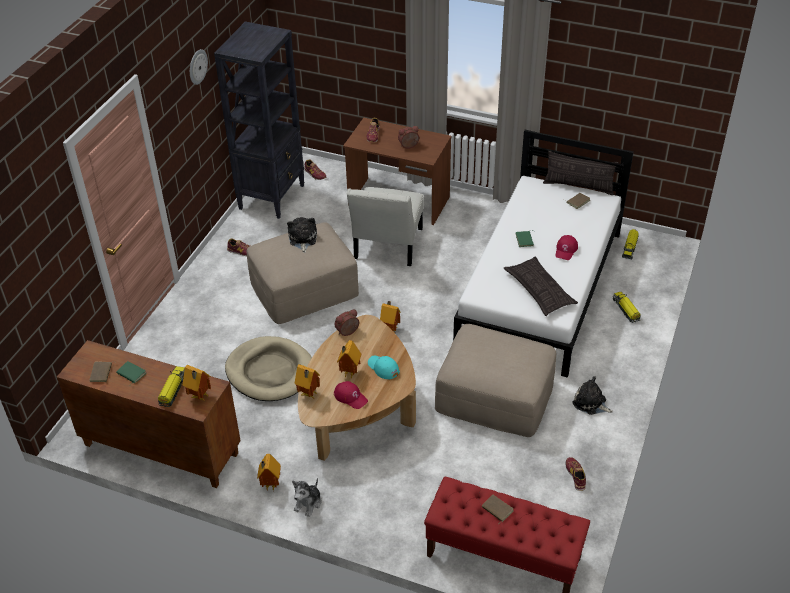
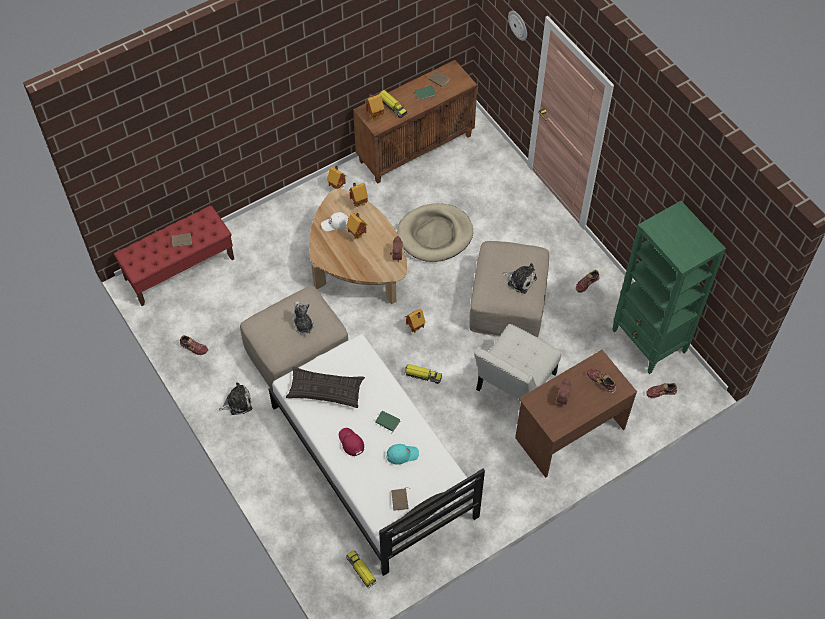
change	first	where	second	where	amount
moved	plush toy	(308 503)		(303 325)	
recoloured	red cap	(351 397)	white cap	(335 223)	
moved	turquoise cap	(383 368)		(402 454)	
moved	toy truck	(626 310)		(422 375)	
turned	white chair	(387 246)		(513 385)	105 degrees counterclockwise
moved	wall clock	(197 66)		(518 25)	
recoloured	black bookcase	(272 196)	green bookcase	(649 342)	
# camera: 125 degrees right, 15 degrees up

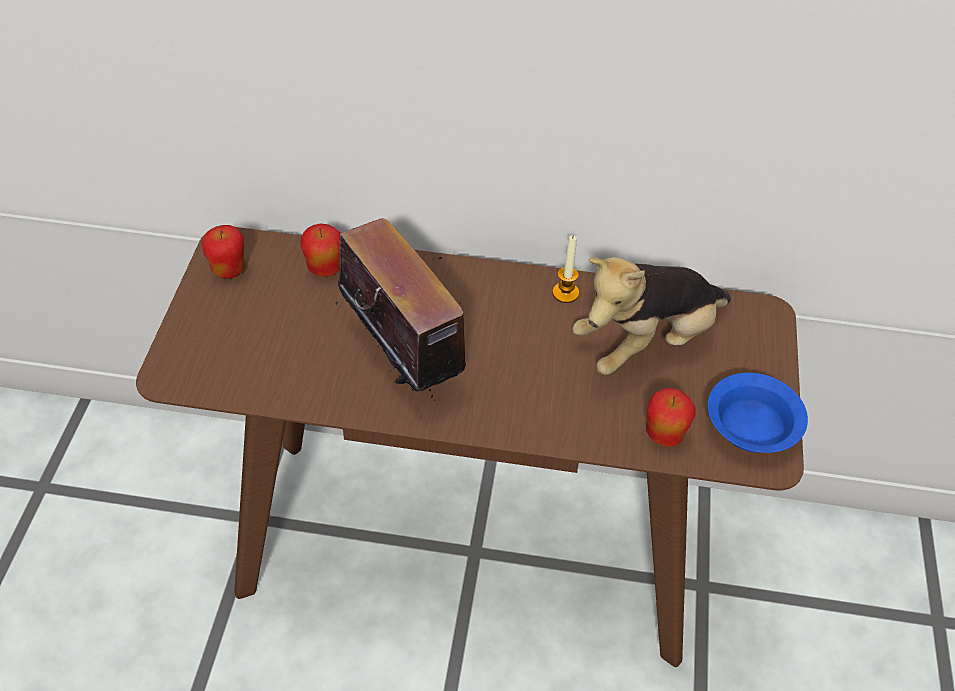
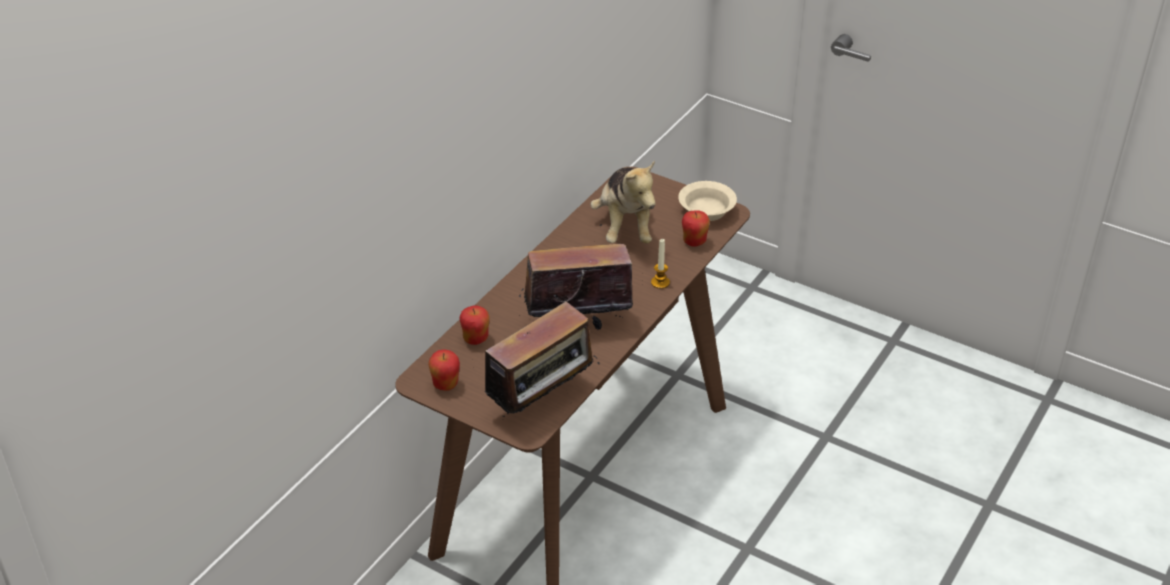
change	first	where	second	where	amount
added			radio	(542 402)	
moved	candle	(565 293)		(660 282)	
recoloured	blue bowl	(749 426)	beige bowl	(705 211)	
# camera: 65 degrees left, 10 degrees down

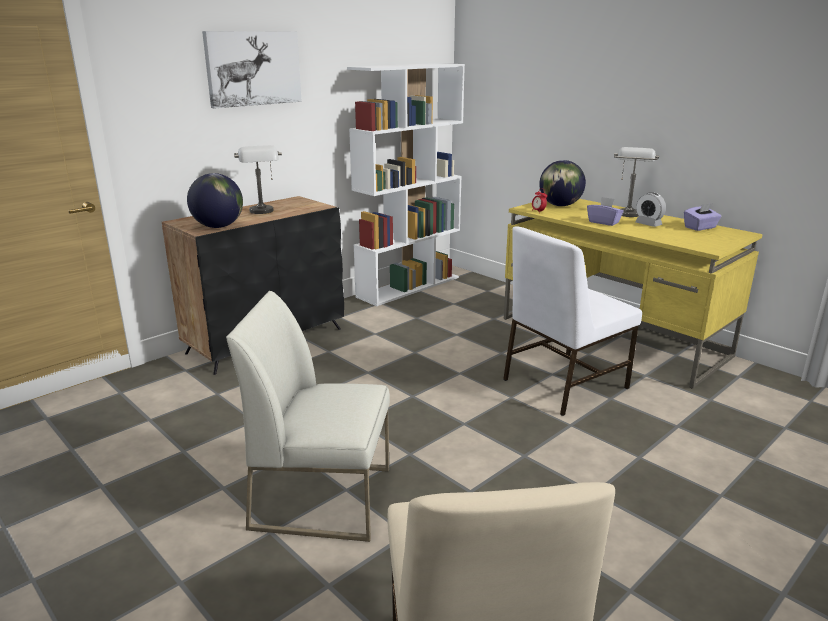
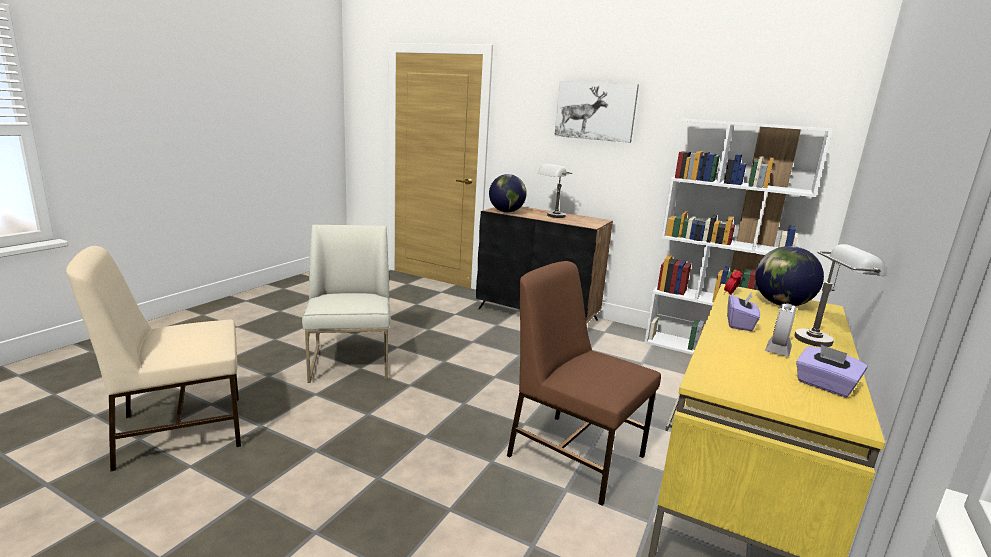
change	first	where	second	where	amount
recoloured	white chair	(562 384)	brown chair	(574 454)	
# camera: 70 degrees right, 5 degrees down

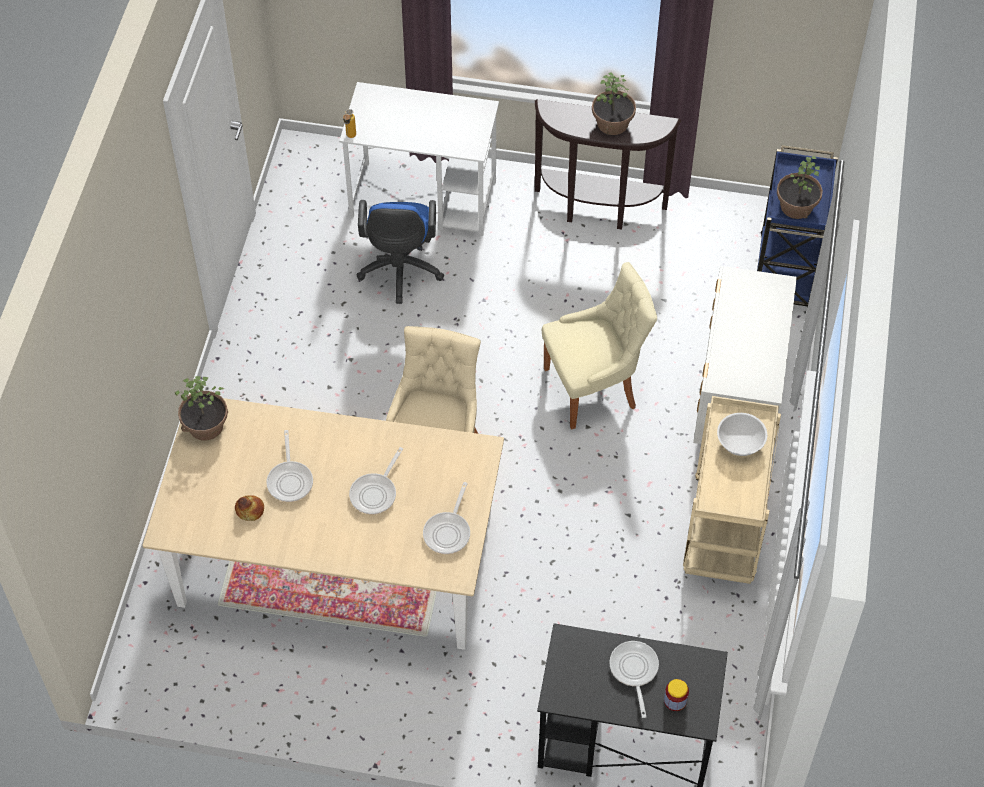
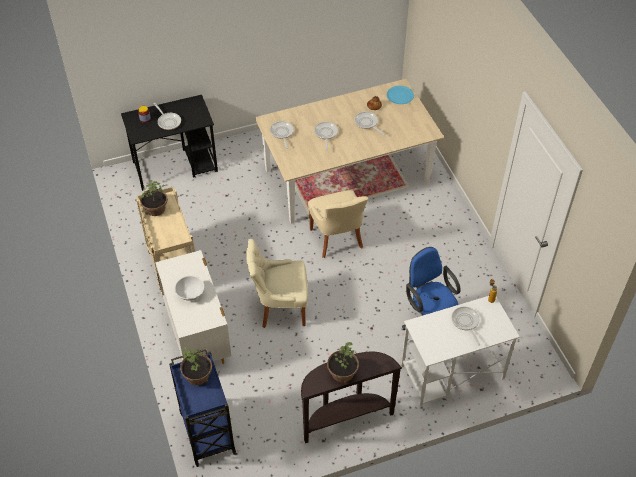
change	first	where	second	where	amount
moved	potted plant	(206 426)		(155 208)	
moved	white bowl	(740 443)		(190 293)	
turned	beige chair	(593 388)		(280 308)	45 degrees clockwise
added			blue plate	(400 95)	
added			frying pan	(465 322)	
# camera: 150 degrees right, 5 degrees down

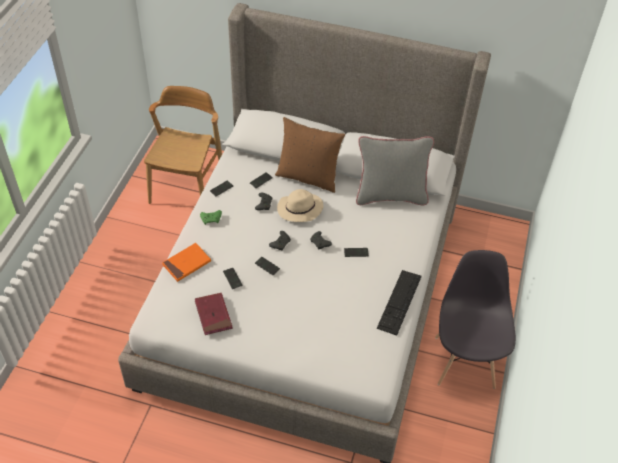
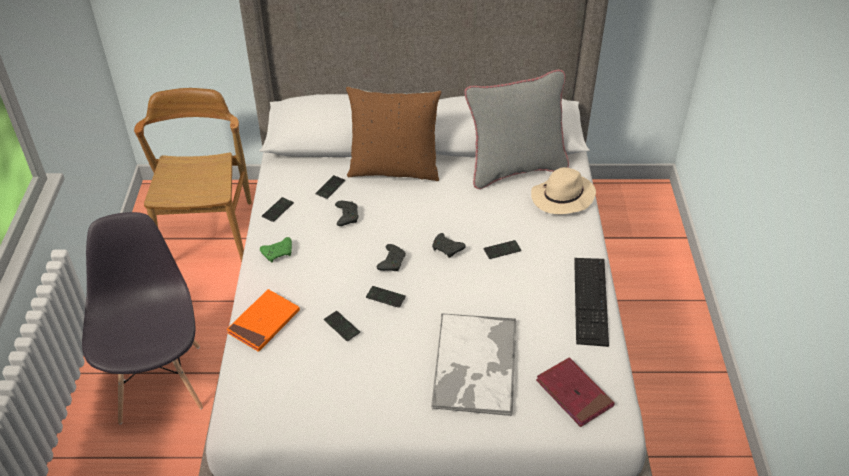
change	first	where	second	where	amount
moved	grey chair	(465 361)		(160 382)	
added			tray	(475 365)	
moved	beige hat	(299 209)		(562 198)	
moved	red book	(213 315)		(574 394)	
# camera: 15 degrees left, 5 degrees down

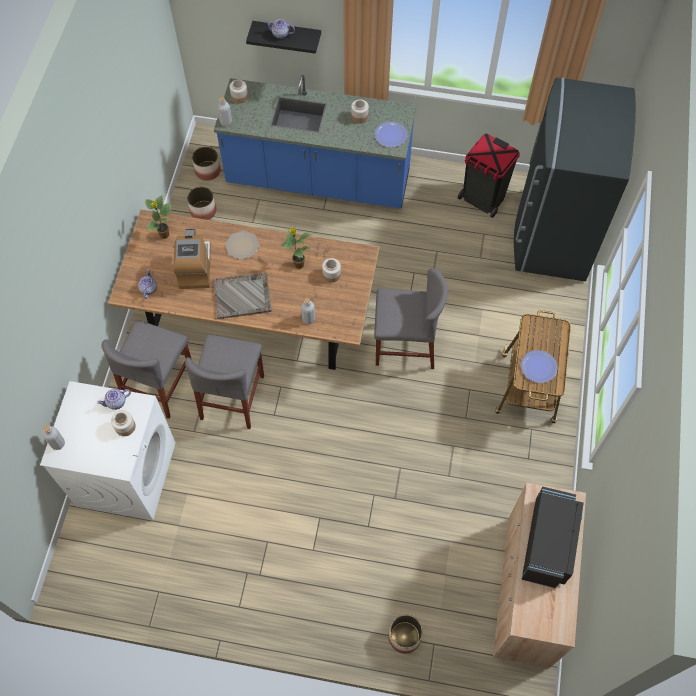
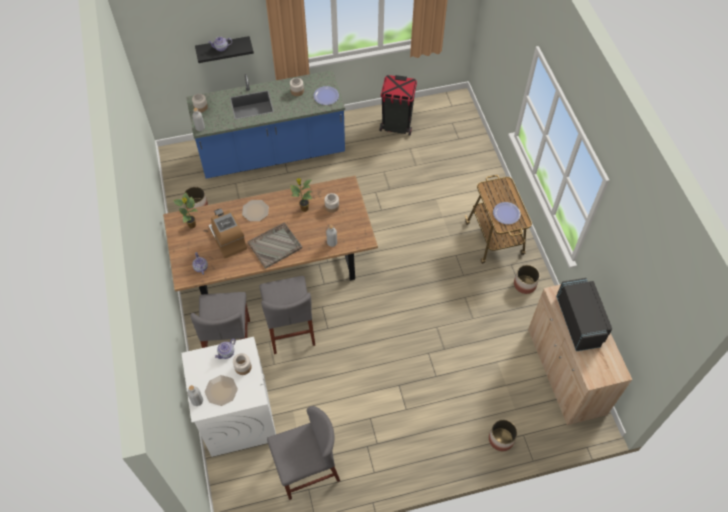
change	first	where	second	where	amount
added			plate	(221 391)	
moved	grey chair	(405 345)		(307 469)	
moved	planter	(207 171)		(525 284)	
removed	grey fridge	(551 235)			
# camera: 25 degrees left, 5 degrees down

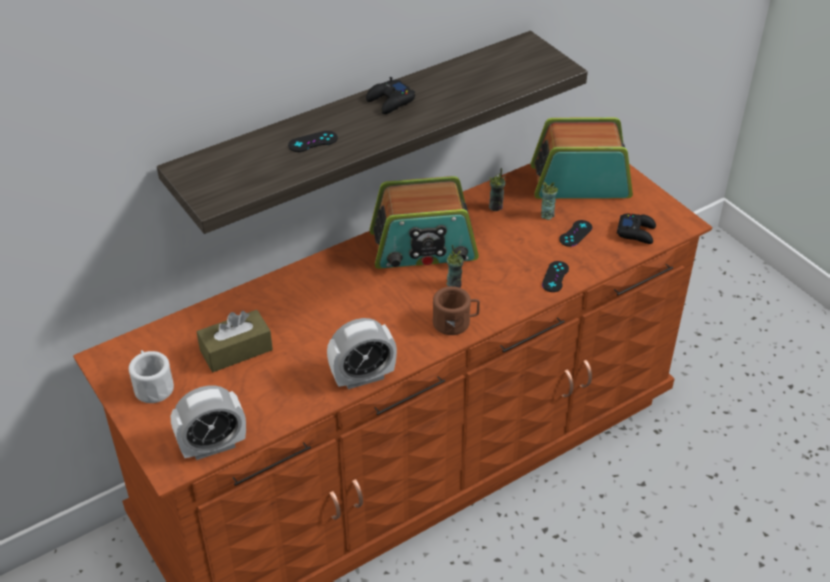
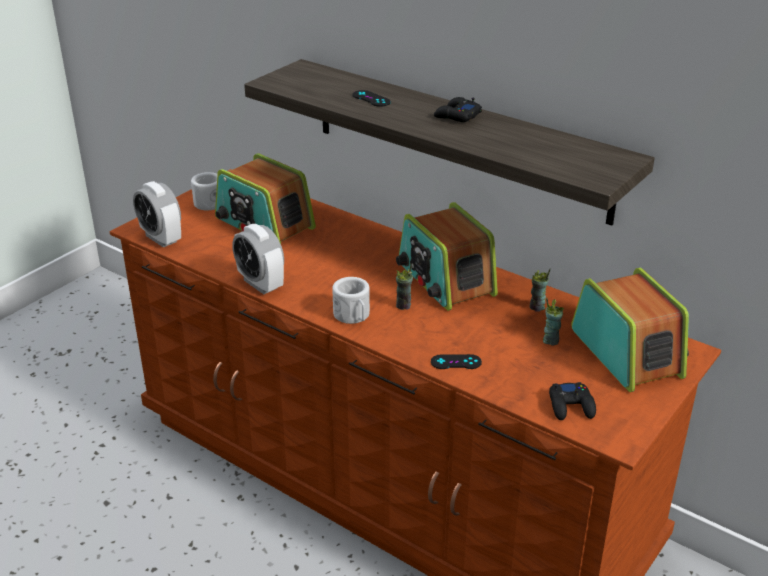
change	first	where	second	where	amount
replaced	brown tissue box	(236 350)	radio	(264 224)	
recoloured	brown mug	(455 322)	white mug	(353 316)	
removed	black game controller	(575 233)			
# camera: 70 degrees right, 10 degrees down

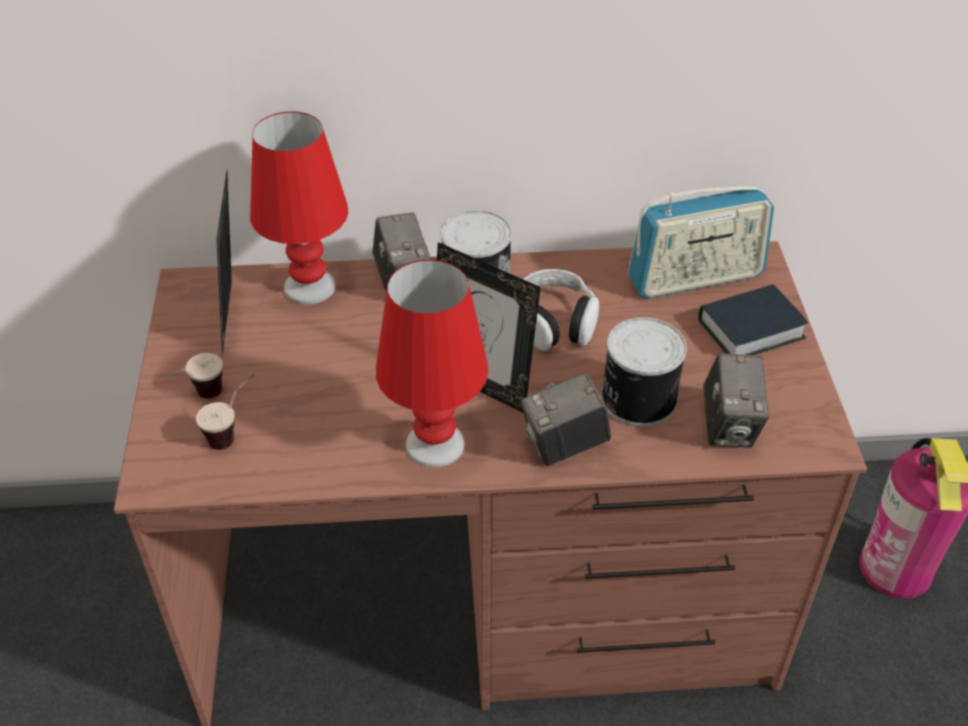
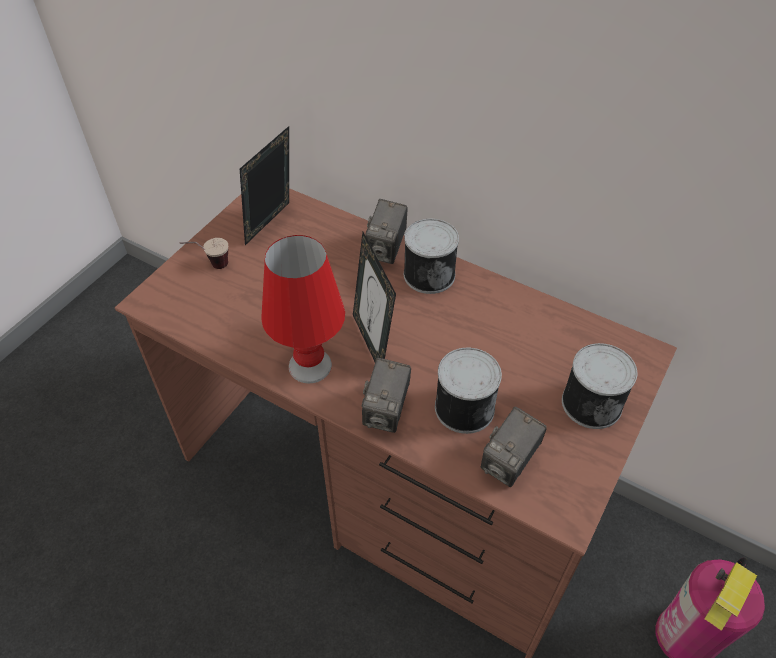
change	first	where	second	where	amount
turned	photo camera	(564 445)		(386 412)	90 degrees counterclockwise
replaced	book	(750 329)	can	(591 402)	
removed	cup	(234 433)			
removed	red table lamp	(310 287)			
removed	headphones	(555 322)			
removed	radio	(695 278)			
# camera: 35 degrees right, 5 degrees up

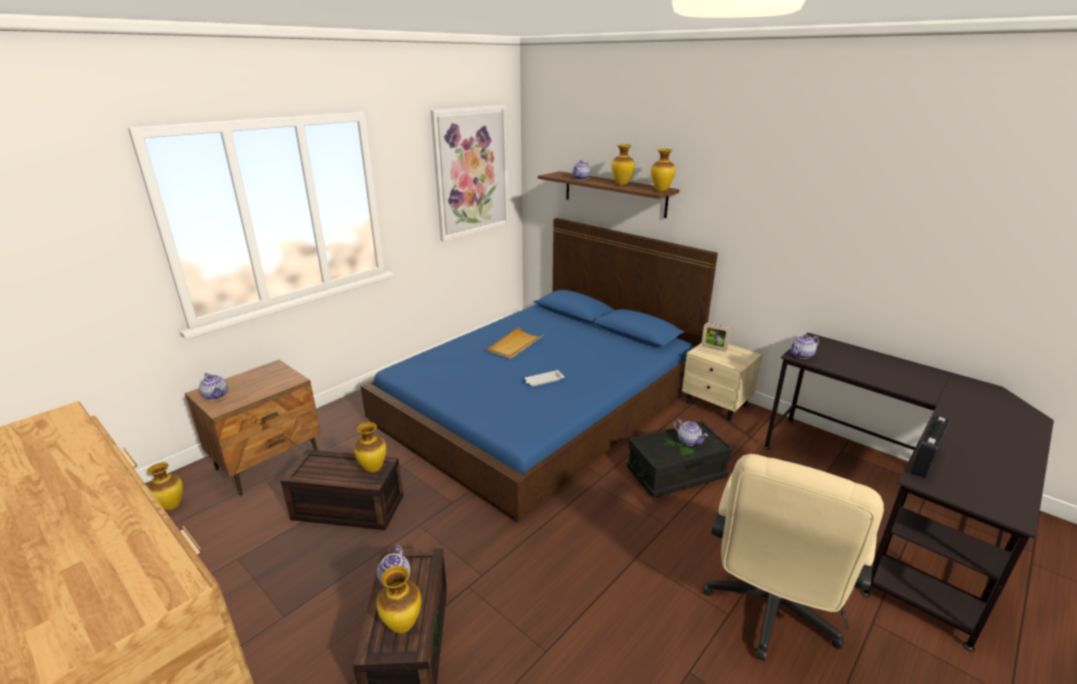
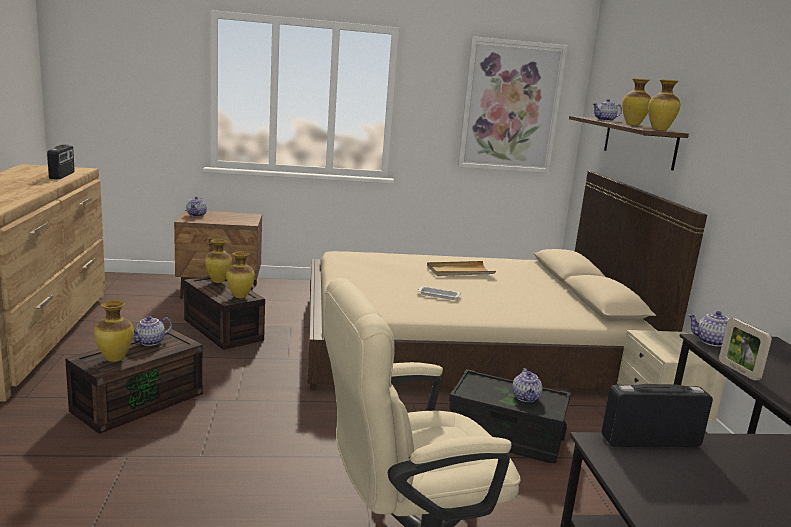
change	first	where	second	where	amount
added			radio	(62 175)	
moved	vase	(171 506)		(218 281)	
recoloured	blue bed	(542 402)	beige bed	(466 341)	
moved	picture frame	(714 348)		(738 371)	
# camera: 40 degrees right, 10 degrees down

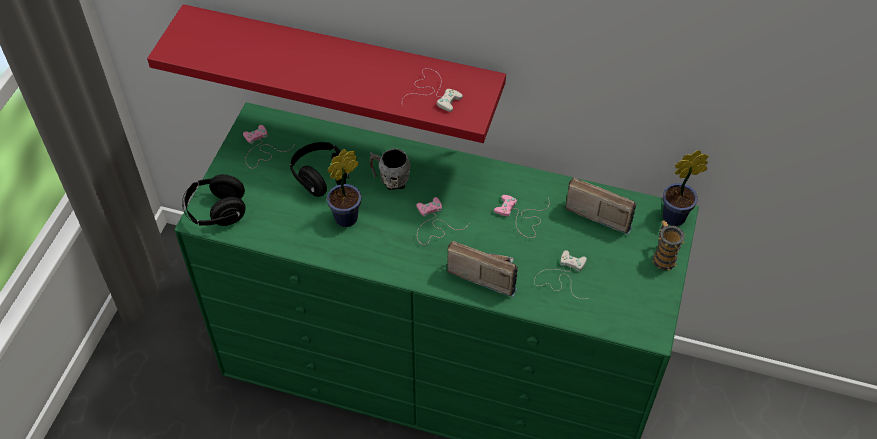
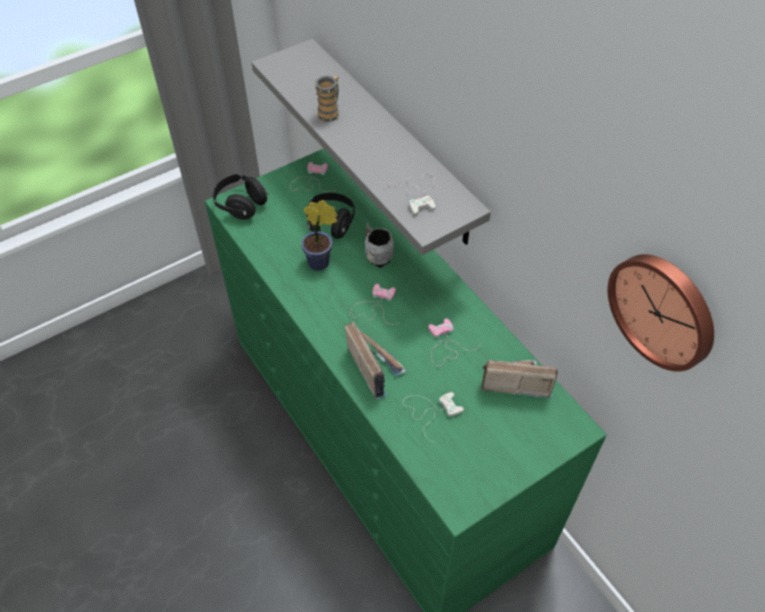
change	first	where	second	where	amount
recoloured	red shelf	(342 64)	grey shelf	(392 142)	
moved	mug	(662 257)		(330 112)	
turned	radio	(599 211)		(514 381)	60 degrees counterclockwise
added			wall clock	(663 309)	
removed	potted plant	(677 216)			
# camera: 40 degrees right, 0 degrees up

